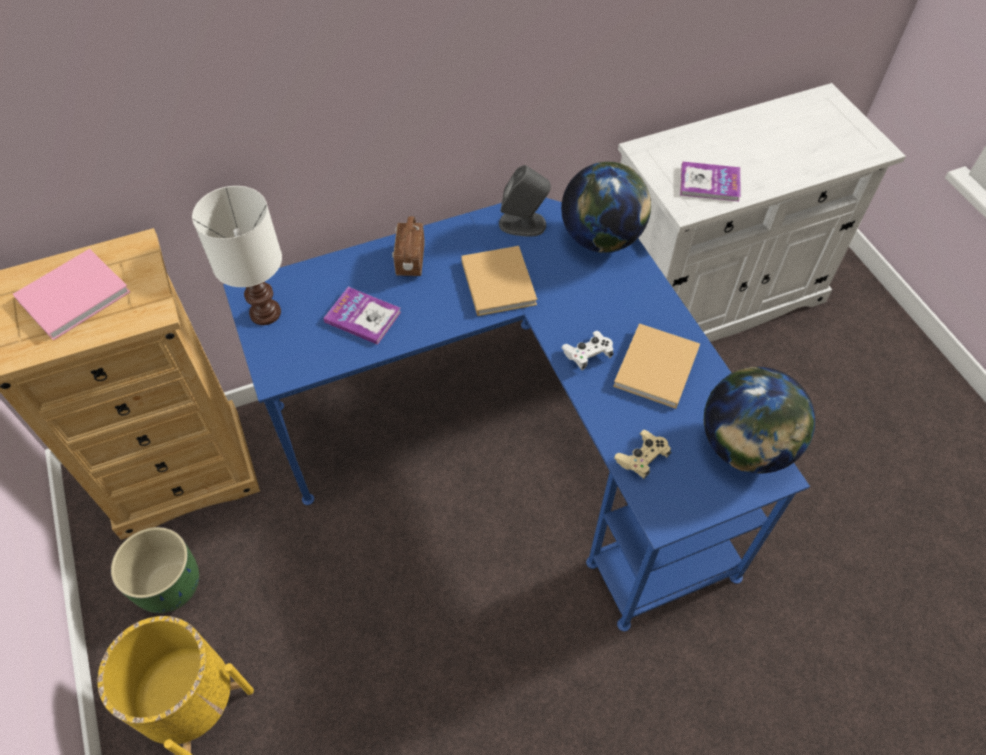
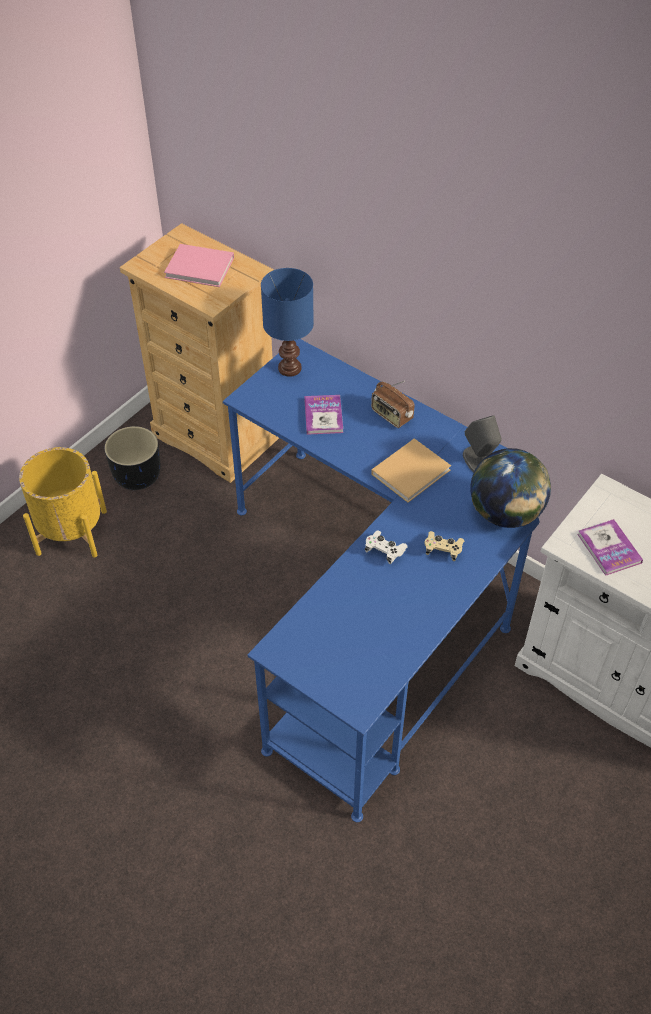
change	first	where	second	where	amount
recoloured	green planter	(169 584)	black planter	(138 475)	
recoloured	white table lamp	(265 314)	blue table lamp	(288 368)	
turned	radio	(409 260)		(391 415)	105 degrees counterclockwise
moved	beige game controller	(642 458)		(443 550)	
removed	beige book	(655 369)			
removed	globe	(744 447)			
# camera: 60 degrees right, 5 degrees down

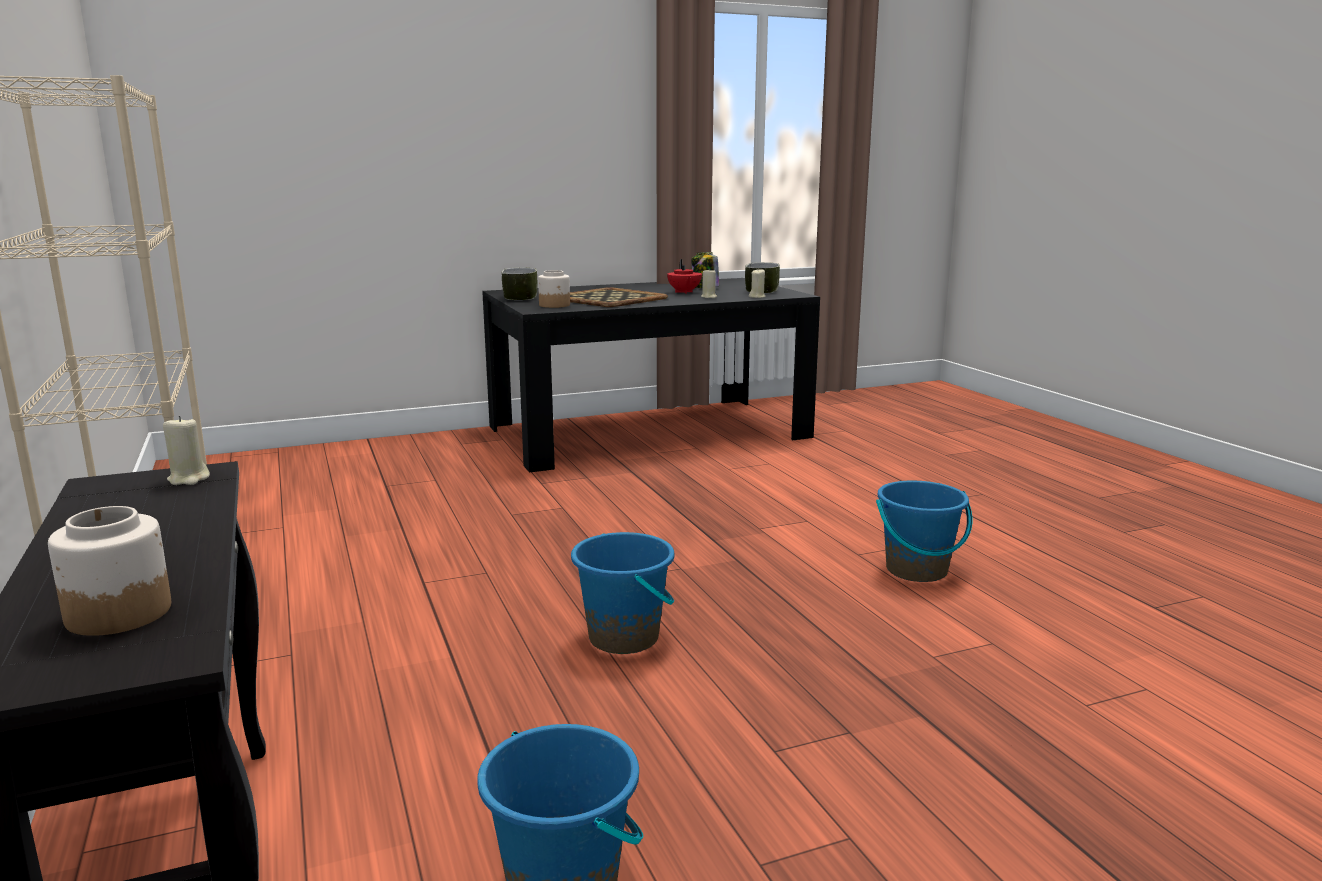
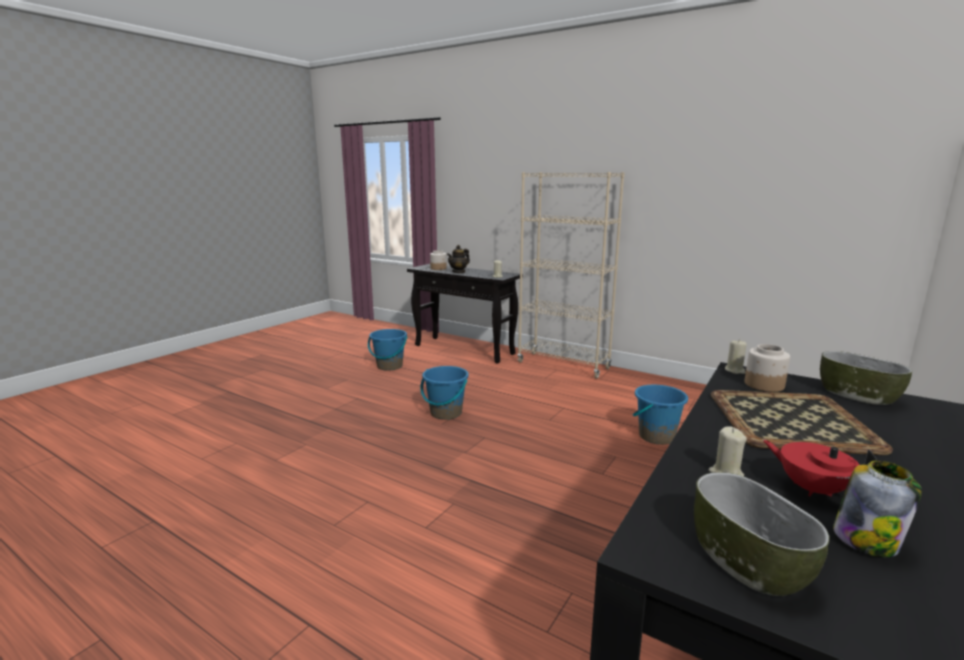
change	first	where	second	where	amount
added			teapot	(458 272)	
moved	blue bucket	(917 570)		(656 436)	
moved	beige candle	(757 297)		(734 370)	
# camera: 145 degrees right, 0 degrees up

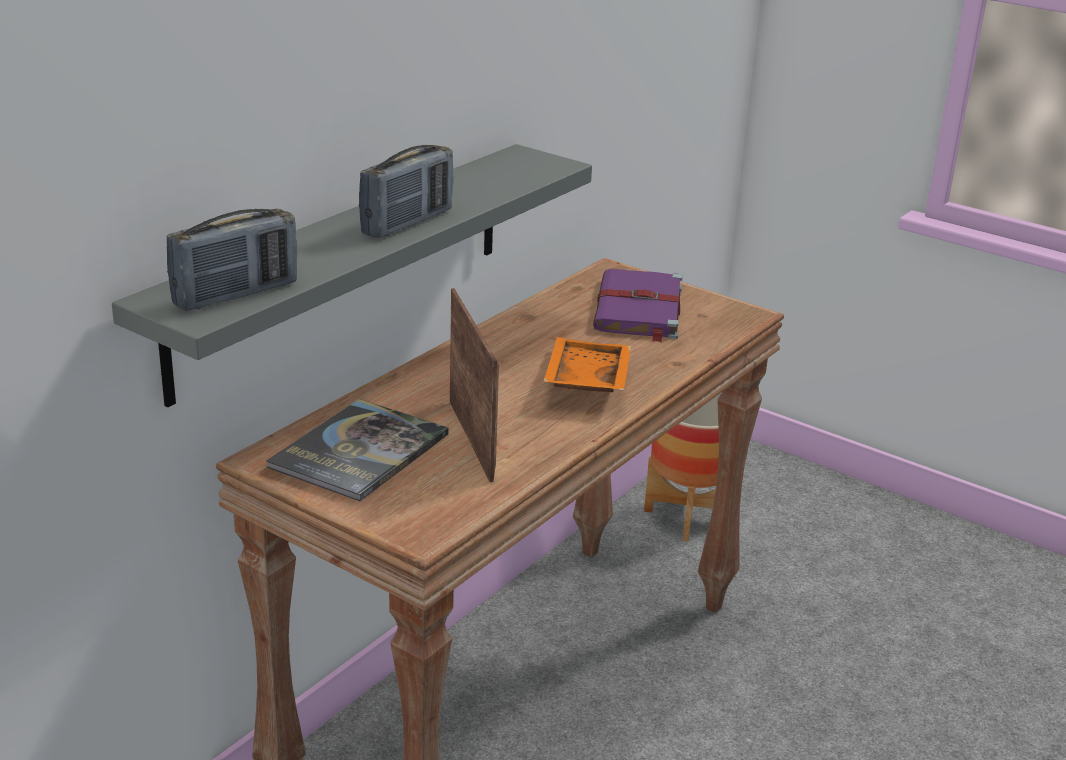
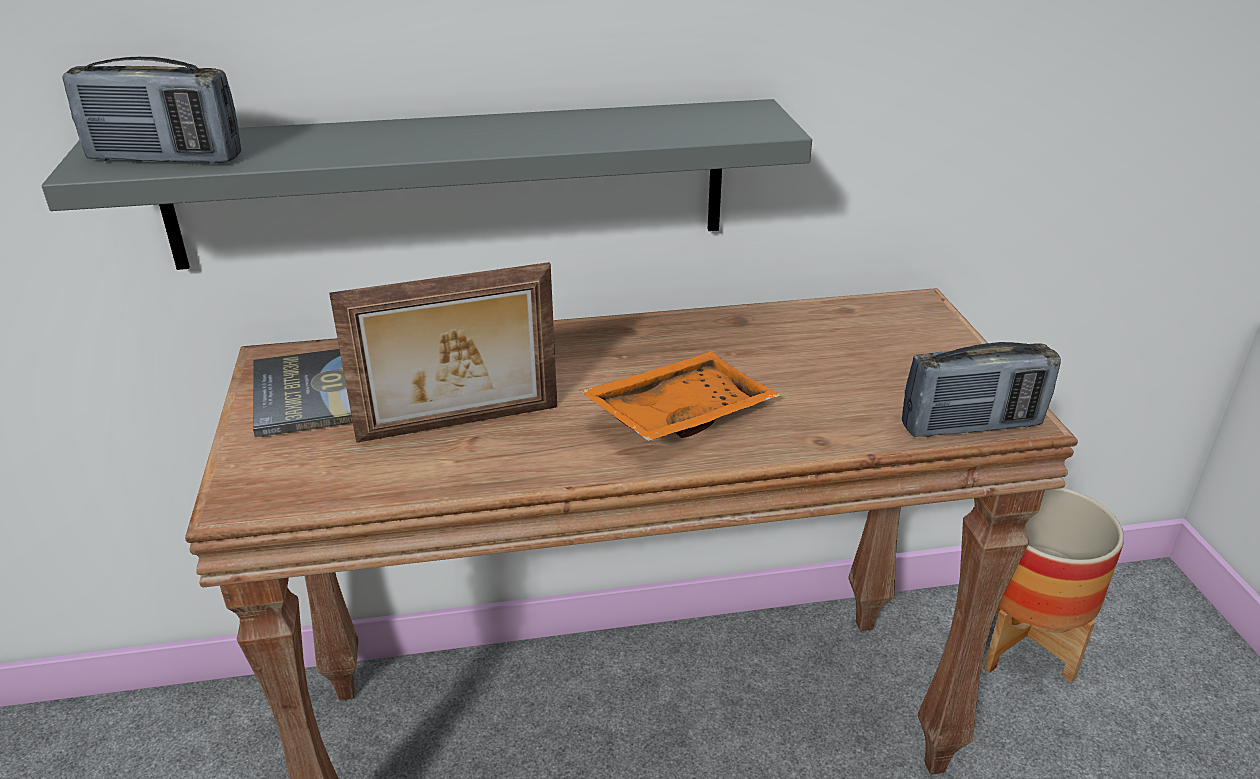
change	first	where	second	where	amount
turned	picture frame	(473 439)		(459 425)	45 degrees clockwise
moved	radio	(407 223)		(971 426)	
removed	purple book	(638 309)			
# camera: 45 degrees right, 5 degrees up

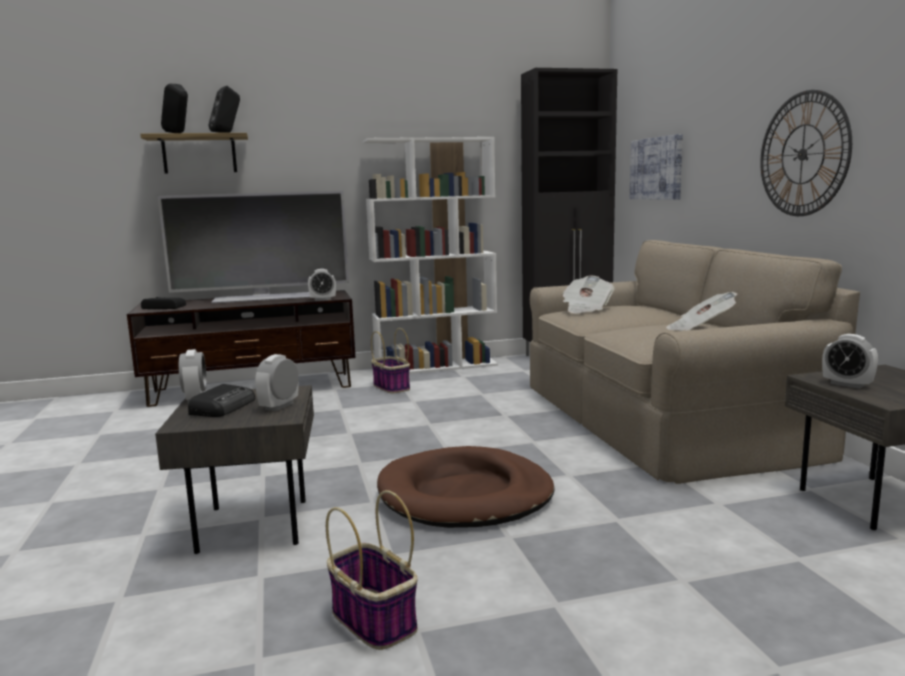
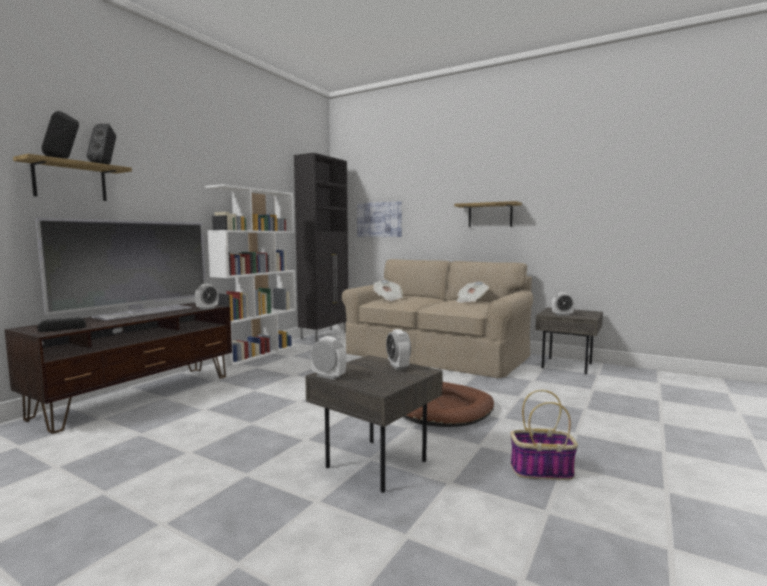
change	first	where	second	where	amount
replaced	wall clock	(803 154)	shelf	(490 215)	
removed	radio	(223 407)			
removed	basket	(391 387)			
# camera: 45 degrees left, 5 degrees down

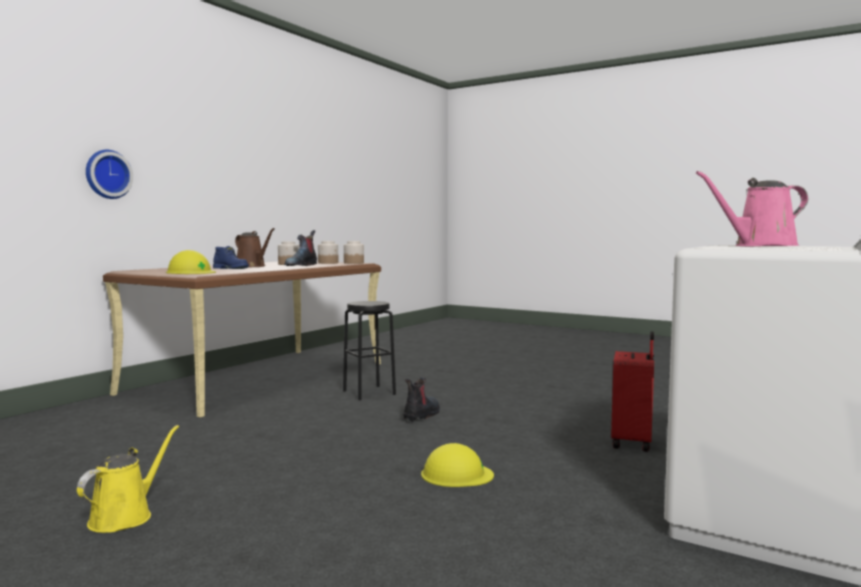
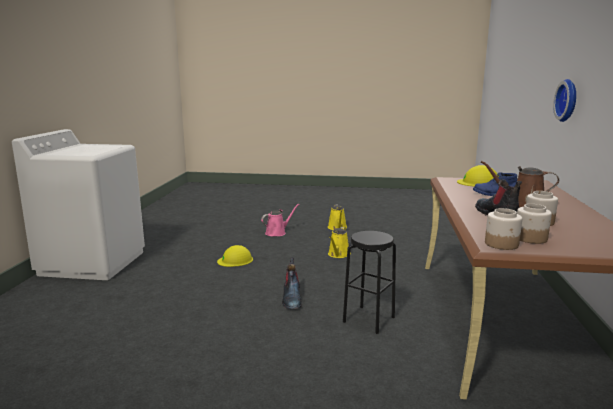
change	first	where	second	where	amount
moved	pink watering can	(760 246)		(277 232)	
added			yellow watering can	(338 254)	
removed	red suitcase	(633 442)			
# camera: 155 degrees right, 10 degrees up

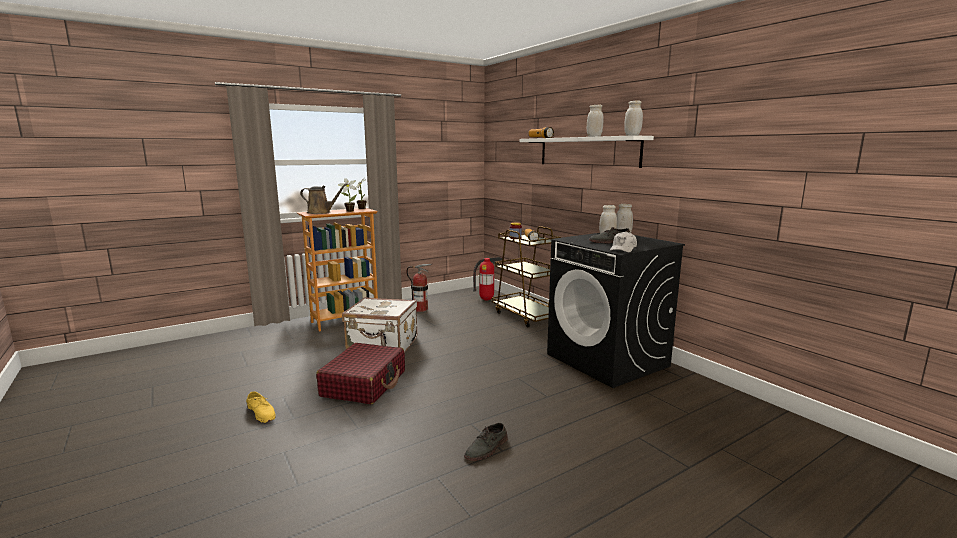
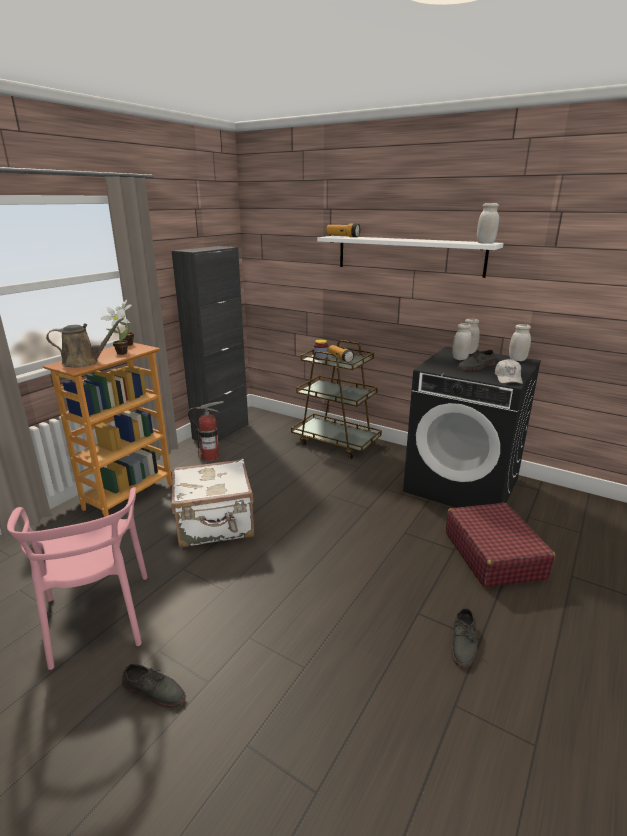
change	first	where	second	where	amount
added			pink chair	(97 618)	
recoloured	yellow shoe	(261 412)	grey shoe	(154 690)	
added			black cabinet	(221 431)	
moved	red suitcase	(364 383)		(493 554)	
moved	white jar	(594 136)		(517 359)	
removed	fire extinguisher	(487 300)			
# camera: 25 degrees left, 10 degrees up

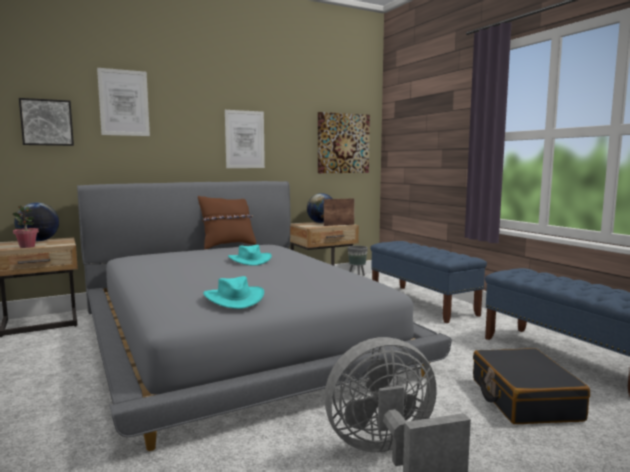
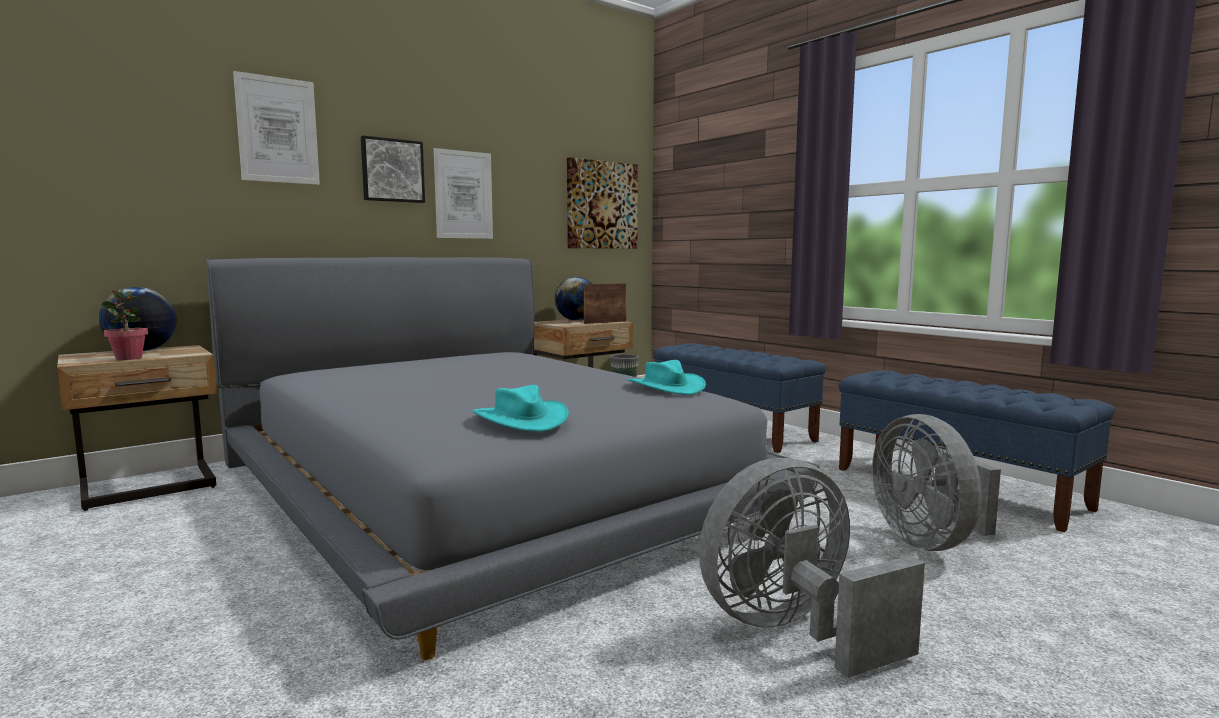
change	first	where	second	where	amount
moved	picture	(47 122)		(392 170)	
moved	turquoise hat	(249 260)		(665 387)	
replaced	black suitcase	(523 399)	grey fan	(929 541)	
removed	brown pillow	(228 245)			
# camera: 10 degrees left, 0 degrees up

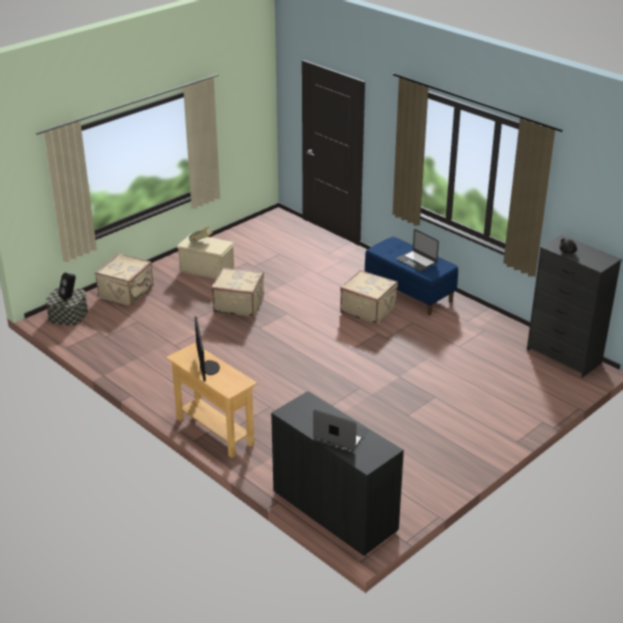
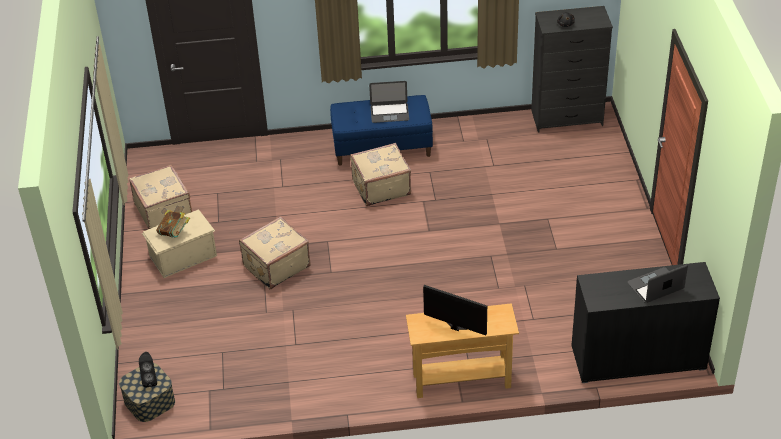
change	first	where	second	where	amount
moved	beige suitcase	(127 293)		(164 211)	
# camera: 50 degrees left, 10 degrees up

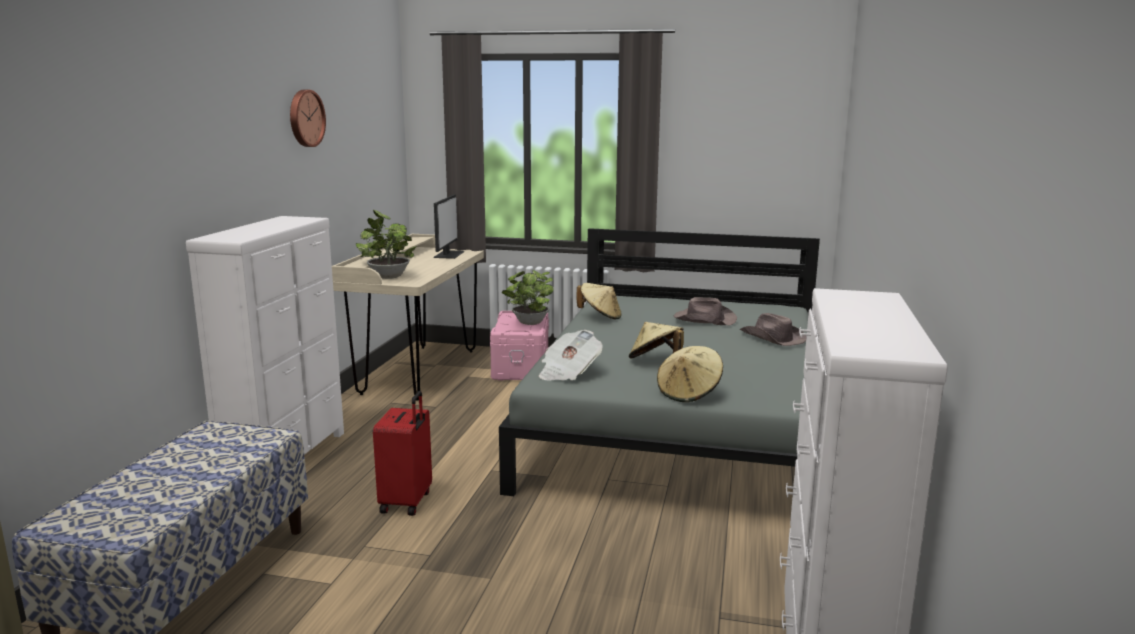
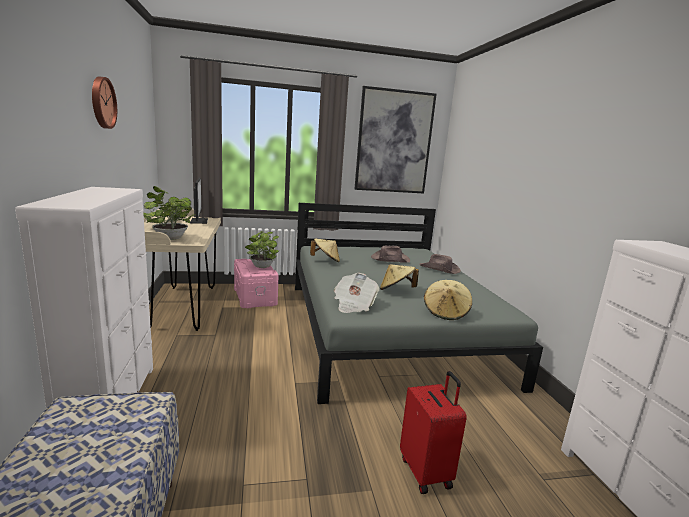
change	first	where	second	where	amount
added			picture	(394 142)	
moved	red suitcase	(407 502)		(426 472)	
# camera: 25 degrees left, 0 degrees up

